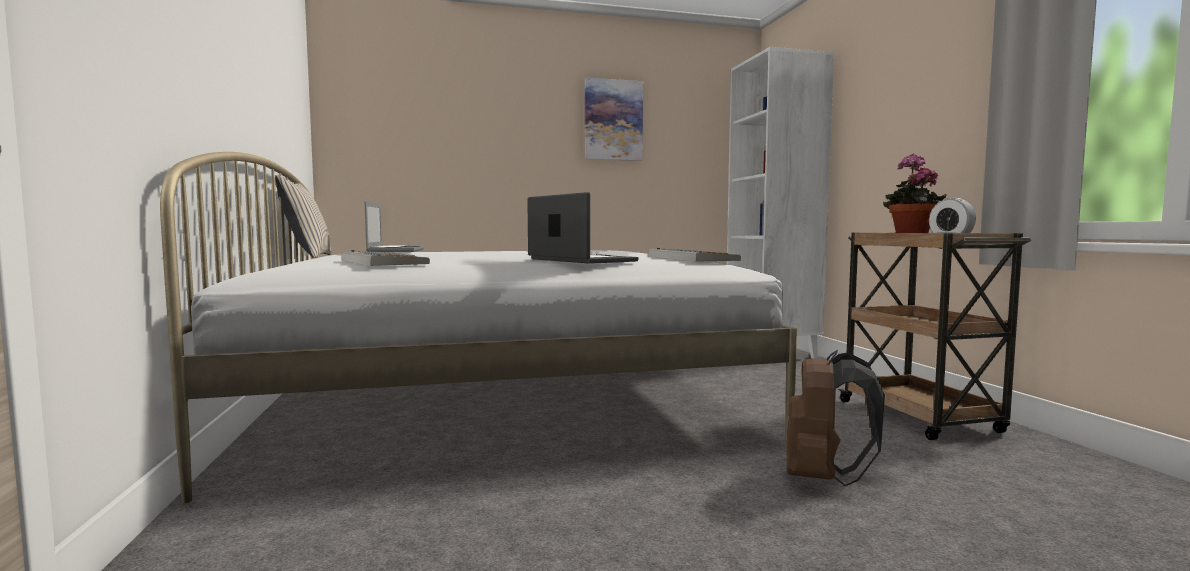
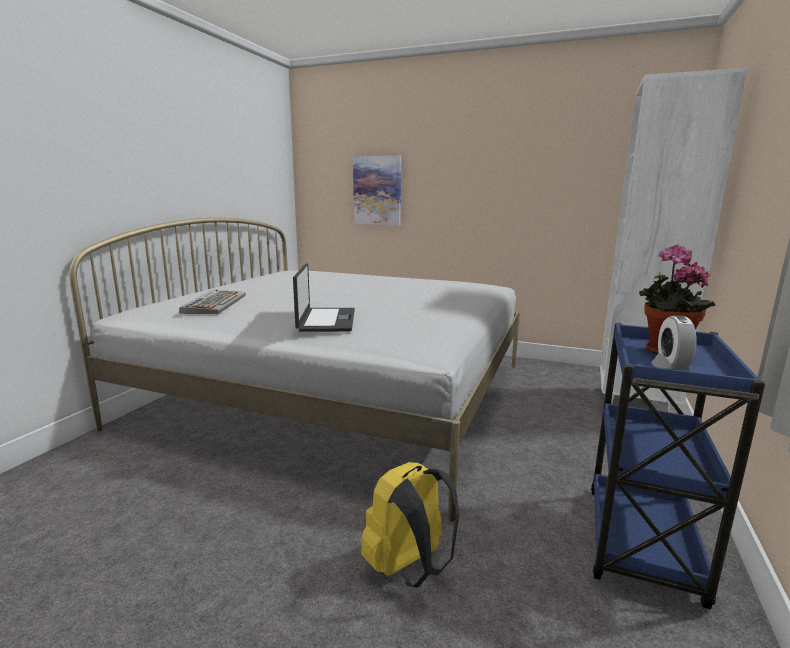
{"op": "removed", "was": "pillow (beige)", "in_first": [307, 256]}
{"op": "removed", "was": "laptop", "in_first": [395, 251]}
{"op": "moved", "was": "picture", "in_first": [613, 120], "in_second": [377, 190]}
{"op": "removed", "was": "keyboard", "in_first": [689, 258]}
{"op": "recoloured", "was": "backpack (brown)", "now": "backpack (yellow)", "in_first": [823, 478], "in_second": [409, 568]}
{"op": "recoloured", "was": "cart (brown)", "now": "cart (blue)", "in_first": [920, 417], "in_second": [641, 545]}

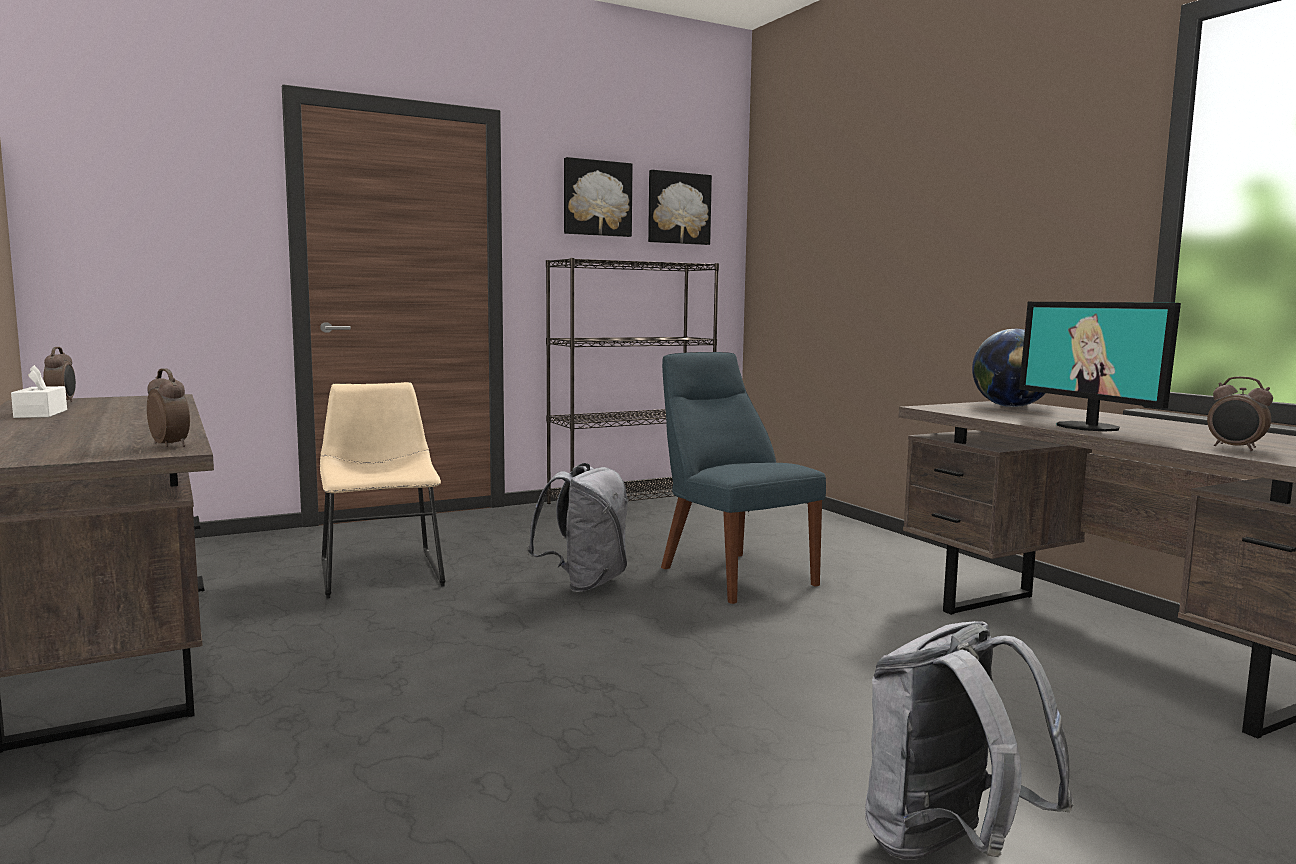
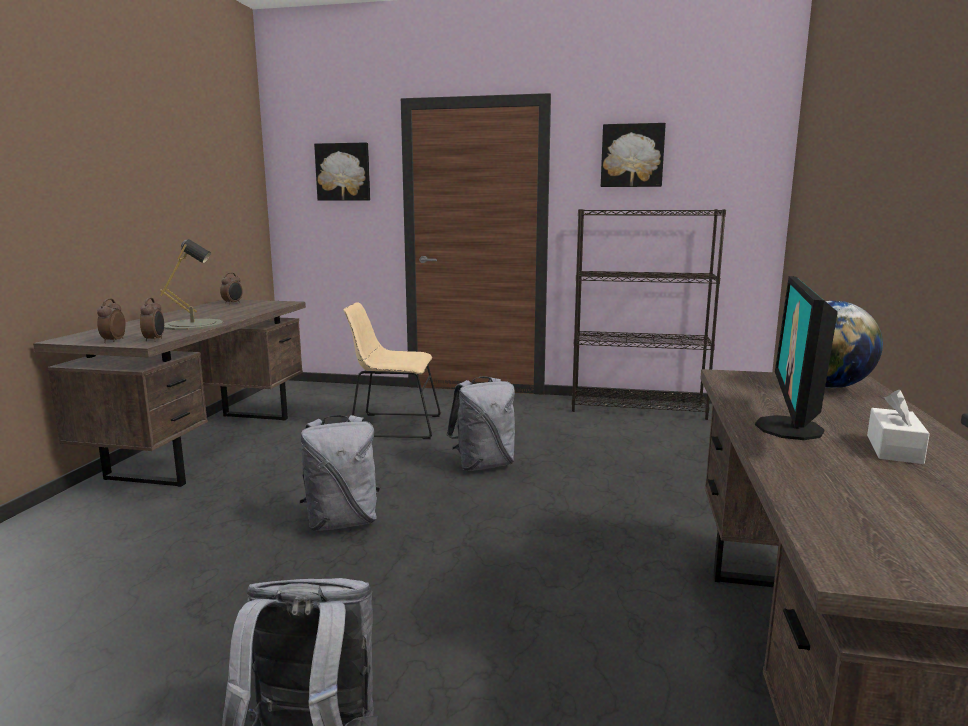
{"op": "moved", "was": "tissue box (white)", "in_first": [41, 414], "in_second": [894, 449]}
{"op": "turned", "was": "chair (beige)", "in_first": [381, 572], "in_second": [392, 426], "clockwise": -105}
{"op": "moved", "was": "picture", "in_first": [678, 208], "in_second": [343, 172]}
{"op": "removed", "was": "chair (blue)", "in_first": [732, 574]}
{"op": "moved", "was": "alarm clock", "in_first": [1235, 448], "in_second": [113, 341]}
{"op": "added", "now": "table lamp (grey)", "in_second": [193, 325]}
{"op": "added", "now": "backpack (grey)", "in_second": [342, 522]}

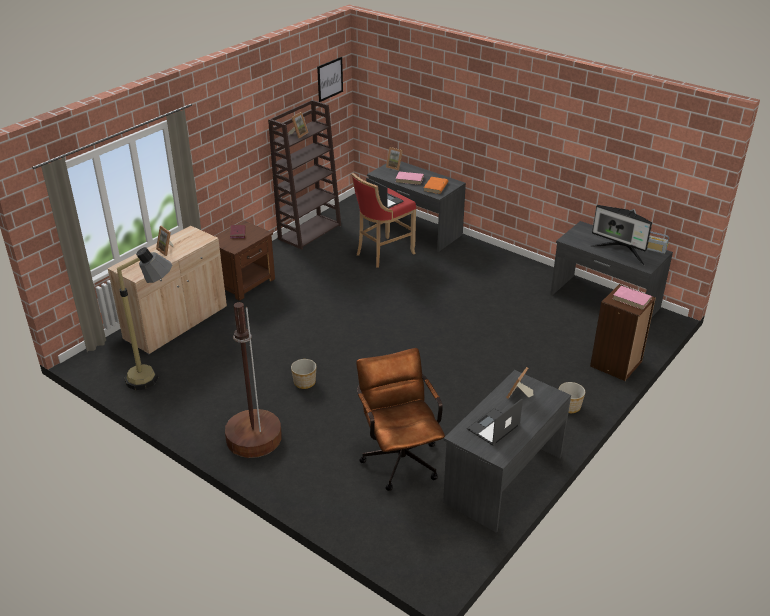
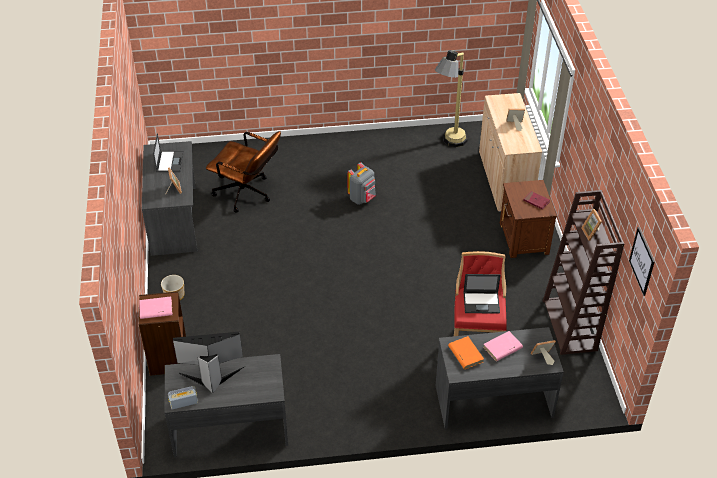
{"op": "removed", "was": "floor lamp (brown)", "in_first": [253, 438]}
{"op": "replaced", "was": "planter", "now": "backpack (grey)", "in_first": [304, 383], "in_second": [362, 198]}

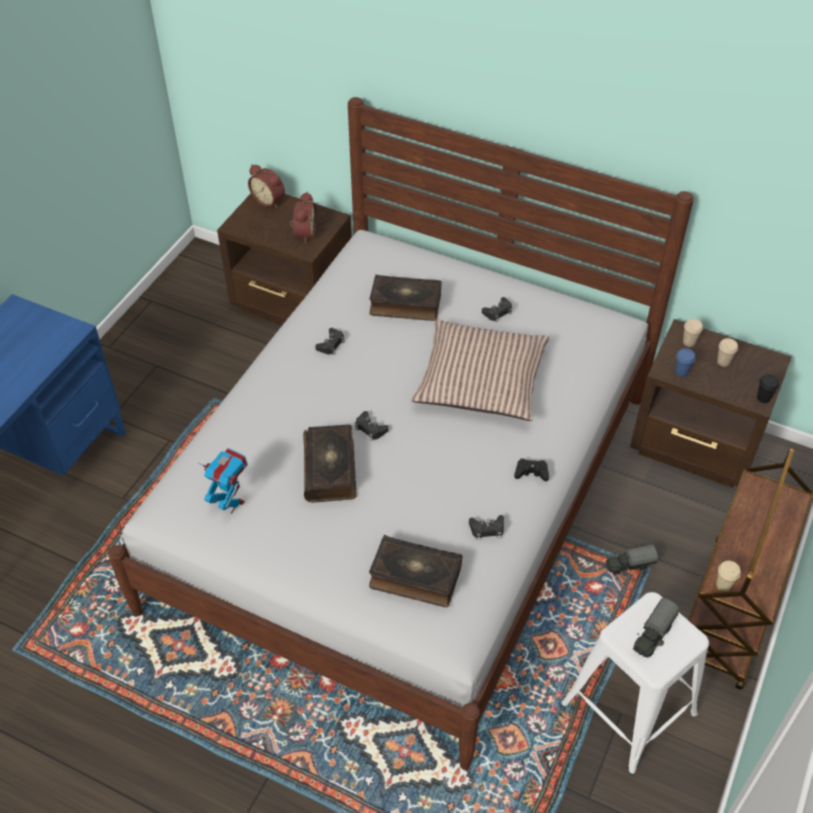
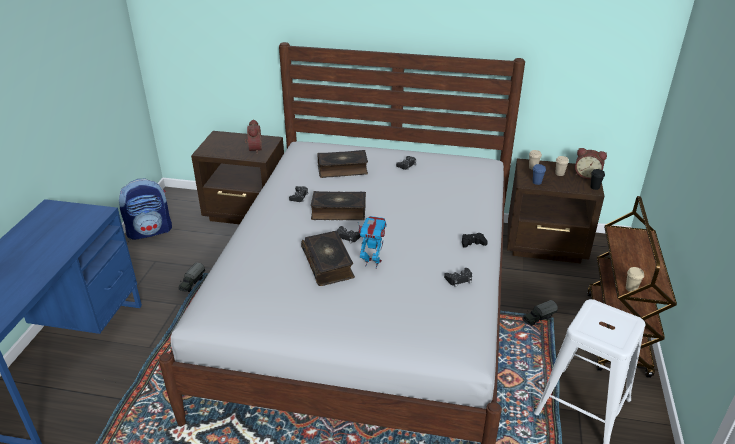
{"op": "moved", "was": "toy robot", "in_first": [230, 503], "in_second": [372, 263]}
{"op": "moved", "was": "alarm clock", "in_first": [269, 200], "in_second": [587, 175]}
{"op": "moved", "was": "book", "in_first": [415, 577], "in_second": [338, 211]}
{"op": "removed", "was": "pillow", "in_first": [480, 381]}
{"op": "moved", "was": "toy truck", "in_first": [653, 635], "in_second": [192, 283]}
{"op": "added", "now": "backpack", "in_second": [150, 231]}

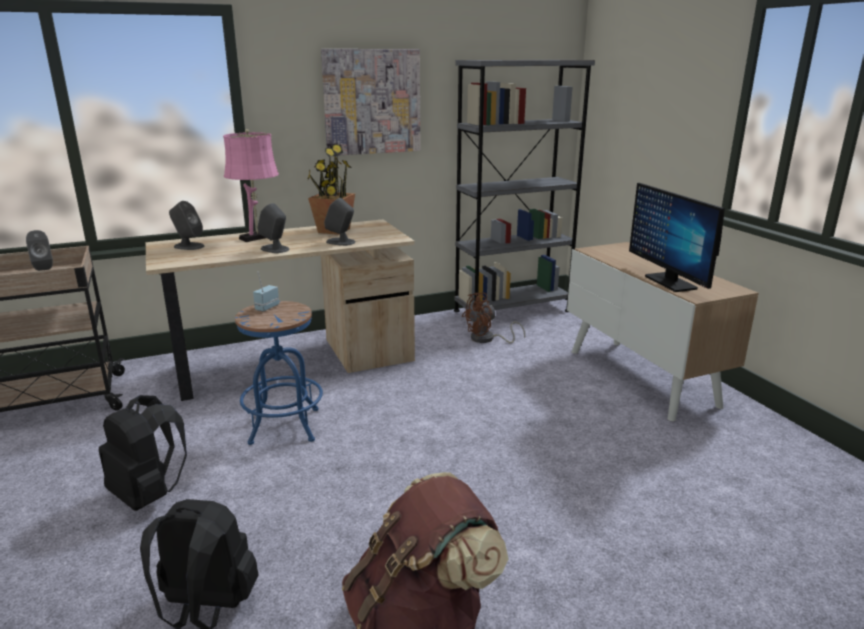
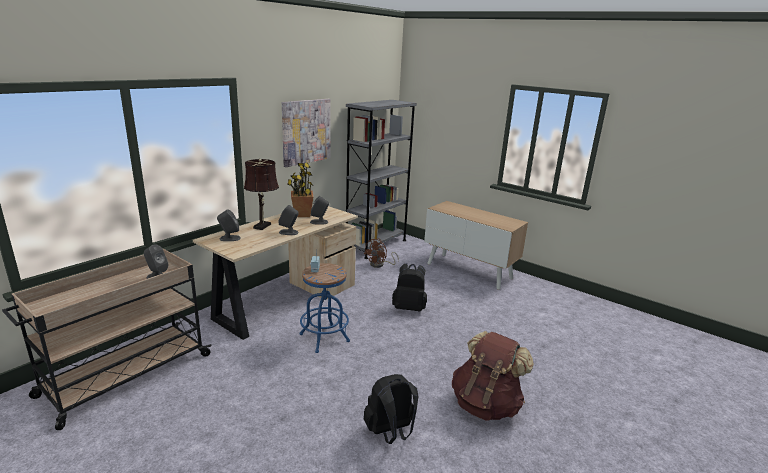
{"op": "moved", "was": "backpack (black)", "in_first": [149, 495], "in_second": [409, 308]}
{"op": "recoloured", "was": "table lamp (pink)", "now": "table lamp (brown)", "in_first": [257, 237], "in_second": [263, 225]}
{"op": "removed", "was": "monitor", "in_first": [670, 282]}

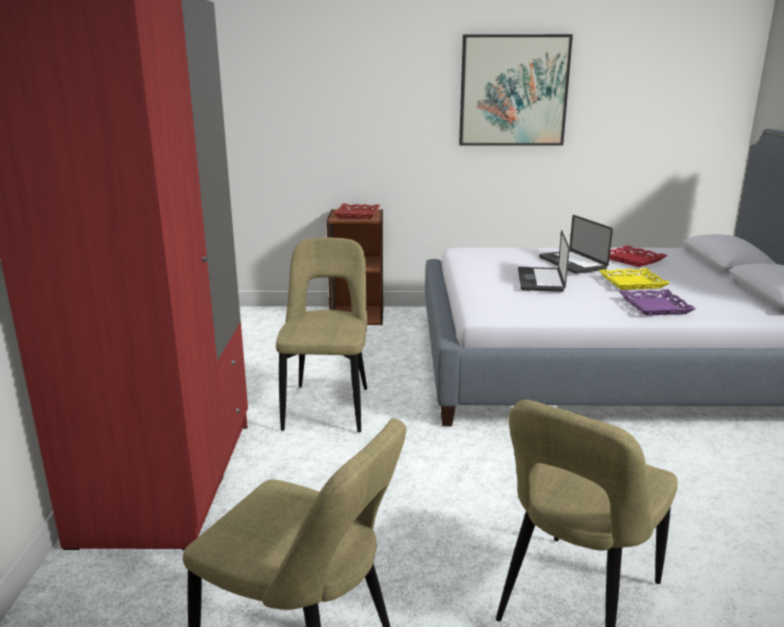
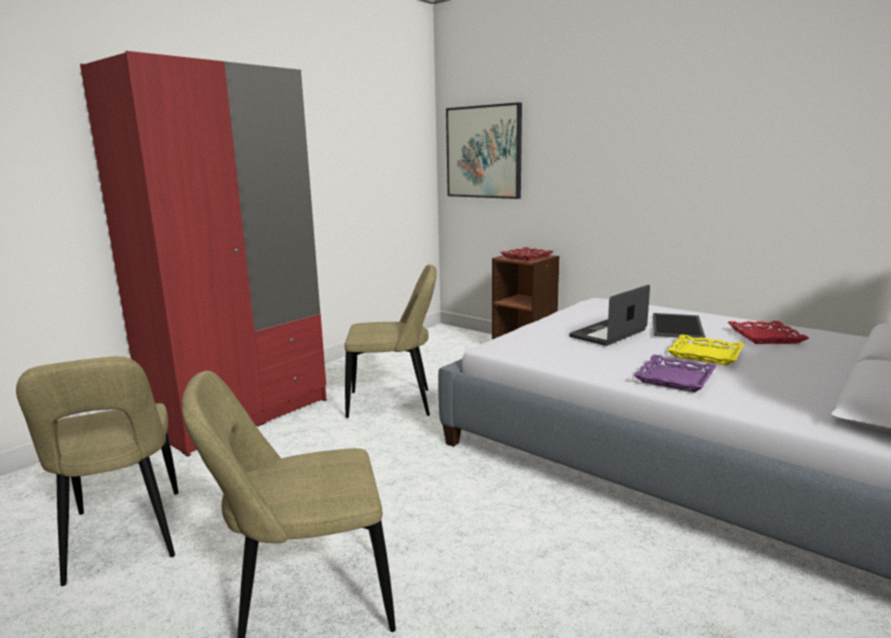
{"op": "turned", "was": "chair (beige)", "in_first": [328, 406], "in_second": [394, 404], "clockwise": 45}
{"op": "moved", "was": "picture", "in_first": [513, 91], "in_second": [483, 152]}
{"op": "replaced", "was": "laptop", "now": "tray", "in_first": [572, 263], "in_second": [678, 326]}

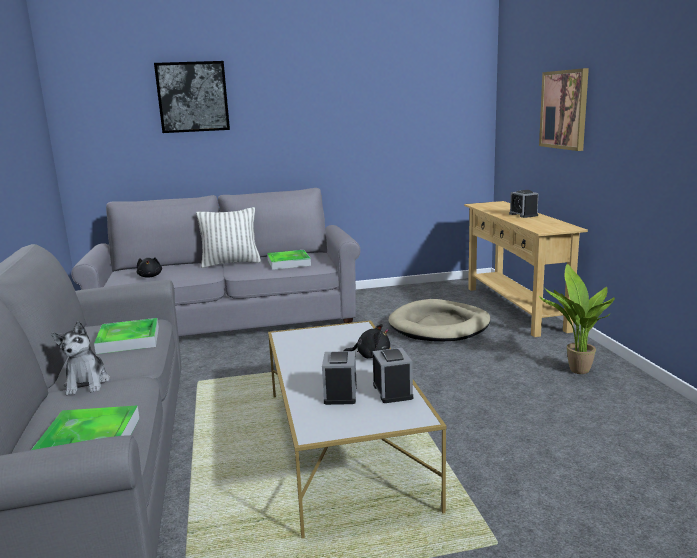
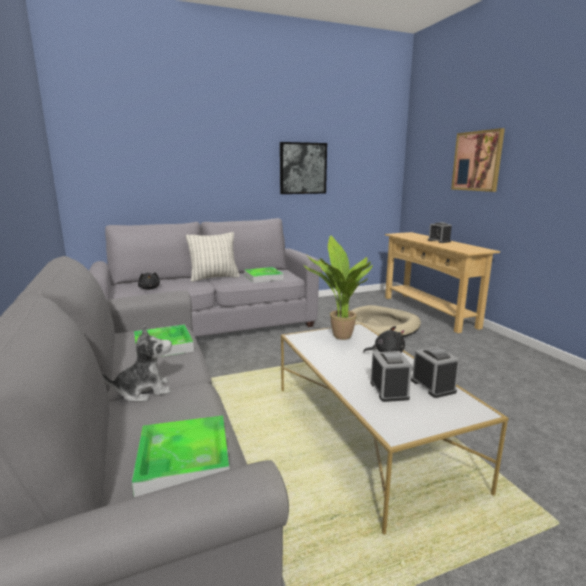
{"op": "turned", "was": "plush toy", "in_first": [87, 383], "in_second": [144, 391], "clockwise": -90}
{"op": "moved", "was": "picture", "in_first": [193, 97], "in_second": [302, 168]}
{"op": "moved", "was": "potted plant", "in_first": [575, 371], "in_second": [339, 337]}

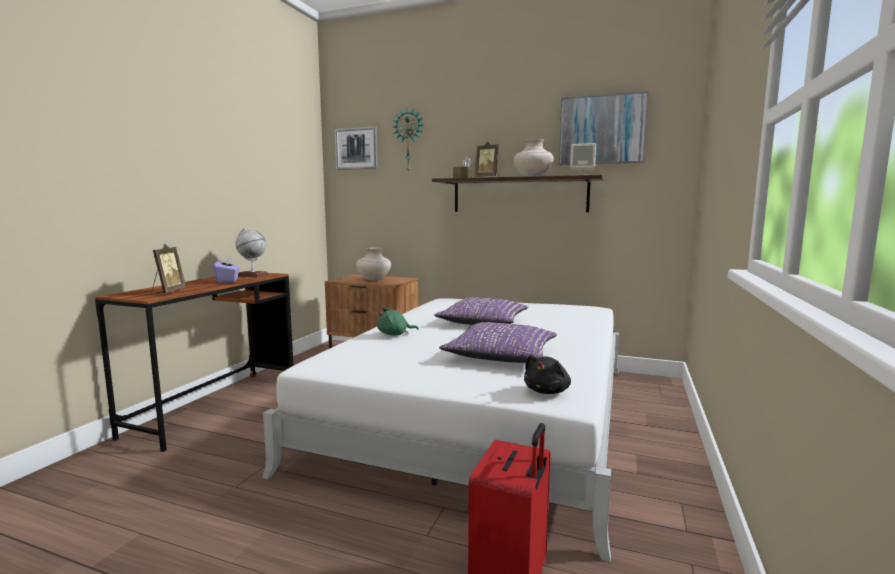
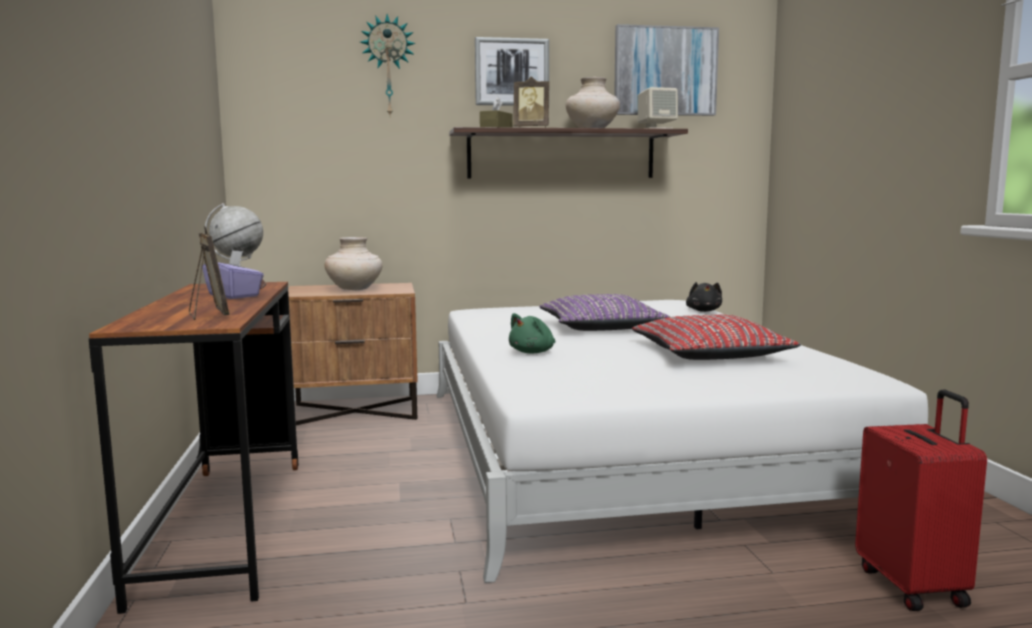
{"op": "moved", "was": "picture", "in_first": [356, 148], "in_second": [511, 72]}
{"op": "recoloured", "was": "pillow (purple)", "now": "pillow (red)", "in_first": [501, 355], "in_second": [709, 354]}
{"op": "moved", "was": "plush toy (black)", "in_first": [547, 391], "in_second": [704, 311]}

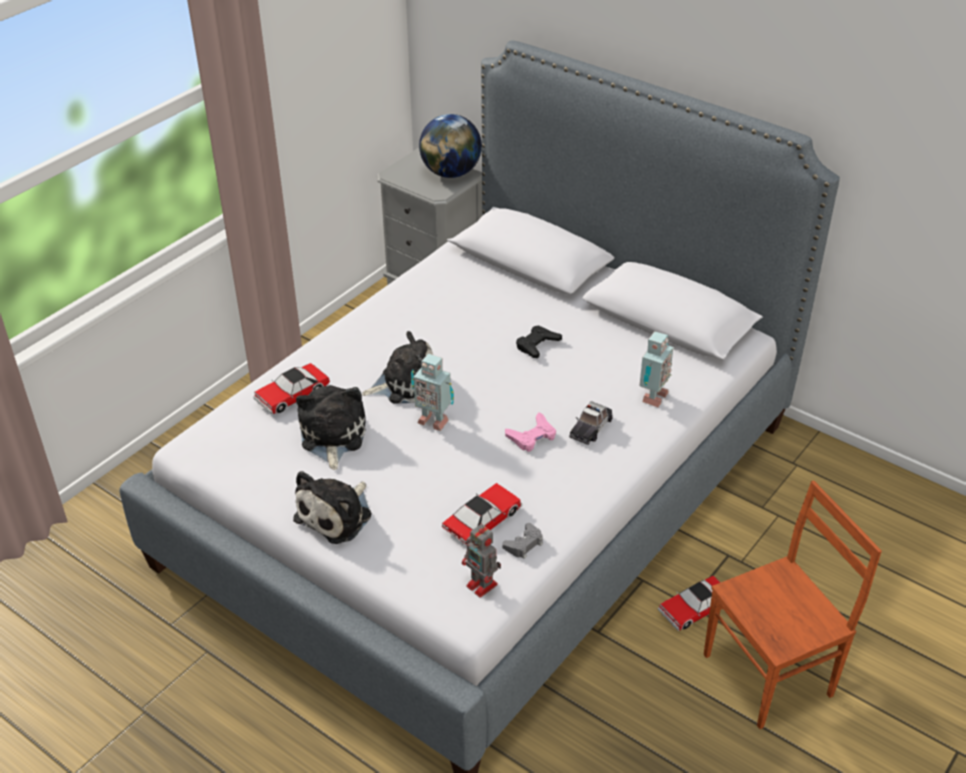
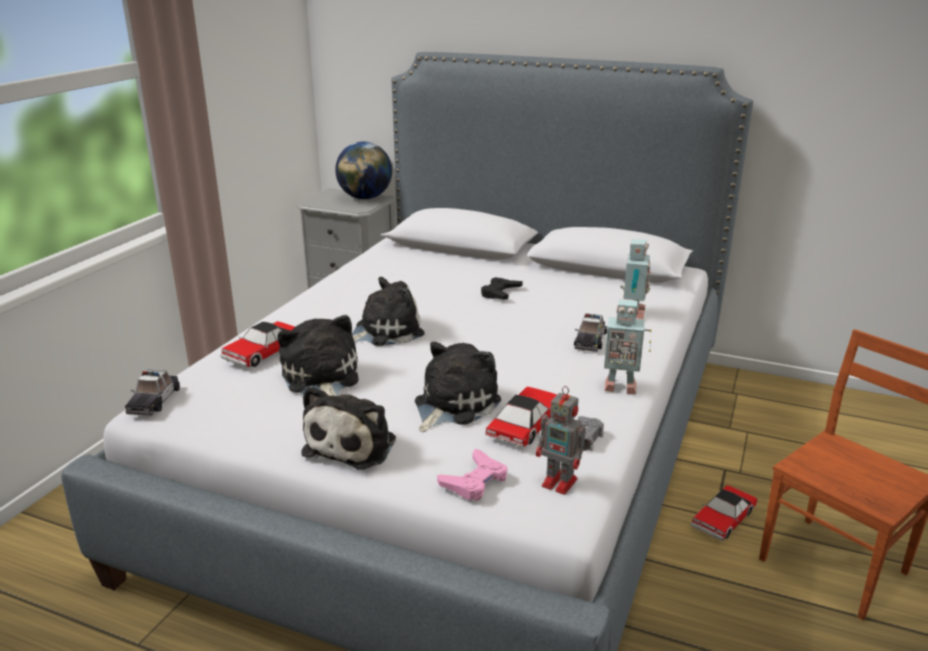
{"op": "moved", "was": "toy robot", "in_first": [433, 420], "in_second": [619, 386]}
{"op": "moved", "was": "game controller (pink)", "in_first": [532, 436], "in_second": [475, 481]}
{"op": "added", "now": "toy car", "in_second": [154, 400]}
{"op": "added", "now": "plush toy", "in_second": [453, 404]}

